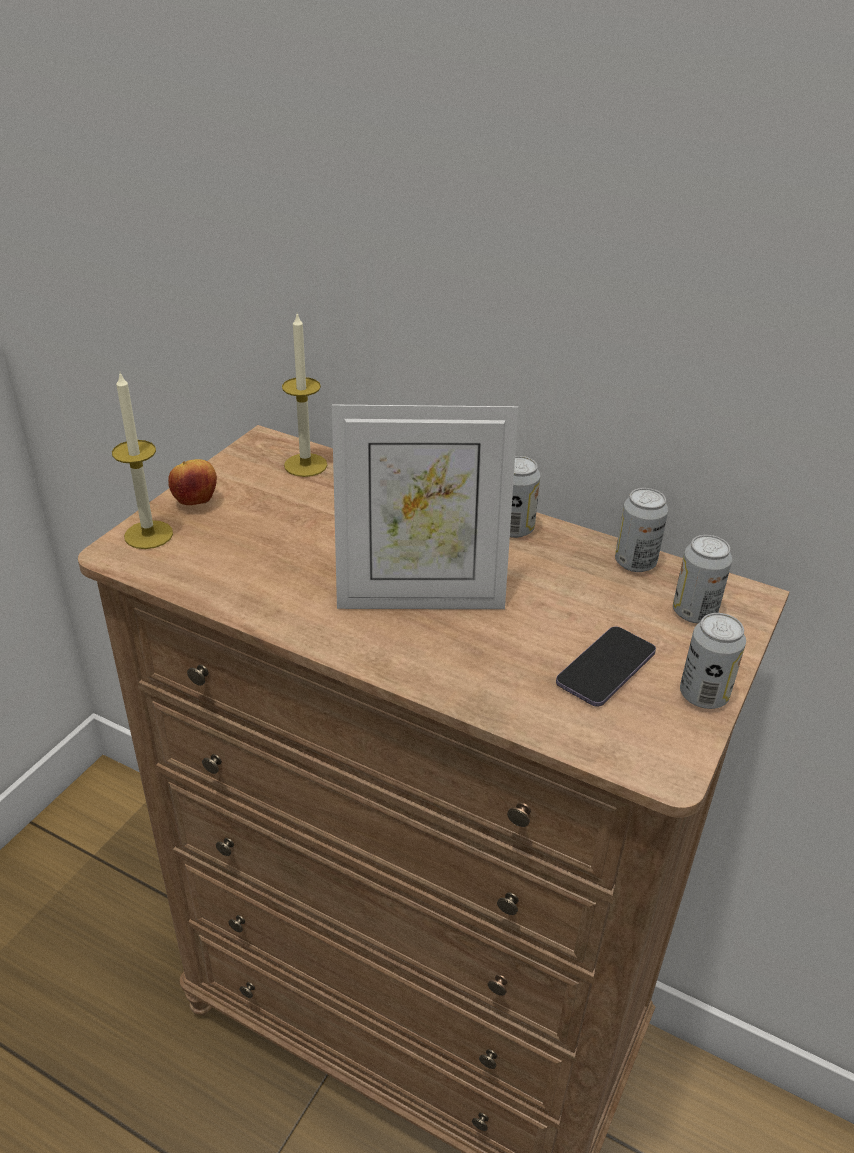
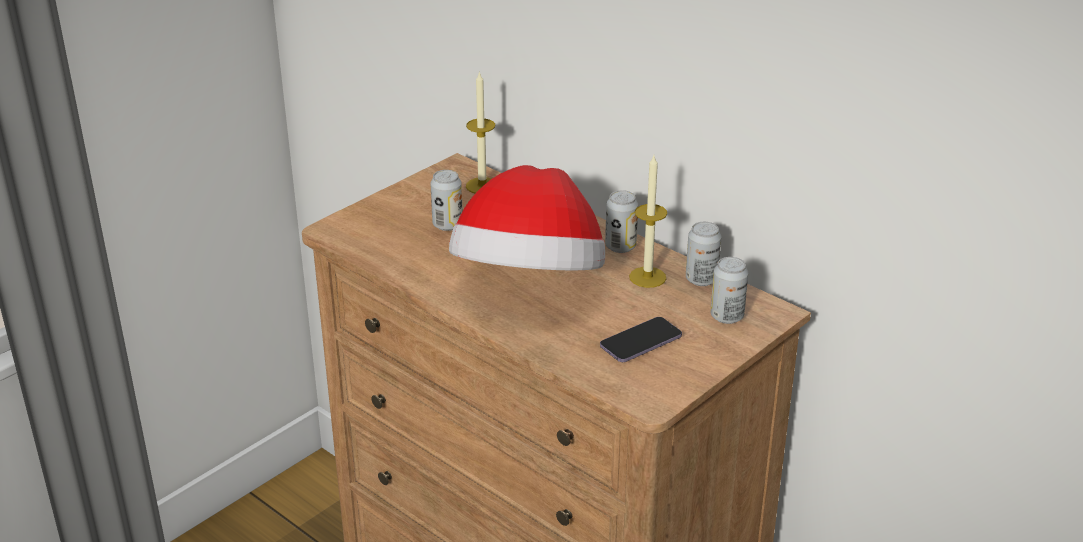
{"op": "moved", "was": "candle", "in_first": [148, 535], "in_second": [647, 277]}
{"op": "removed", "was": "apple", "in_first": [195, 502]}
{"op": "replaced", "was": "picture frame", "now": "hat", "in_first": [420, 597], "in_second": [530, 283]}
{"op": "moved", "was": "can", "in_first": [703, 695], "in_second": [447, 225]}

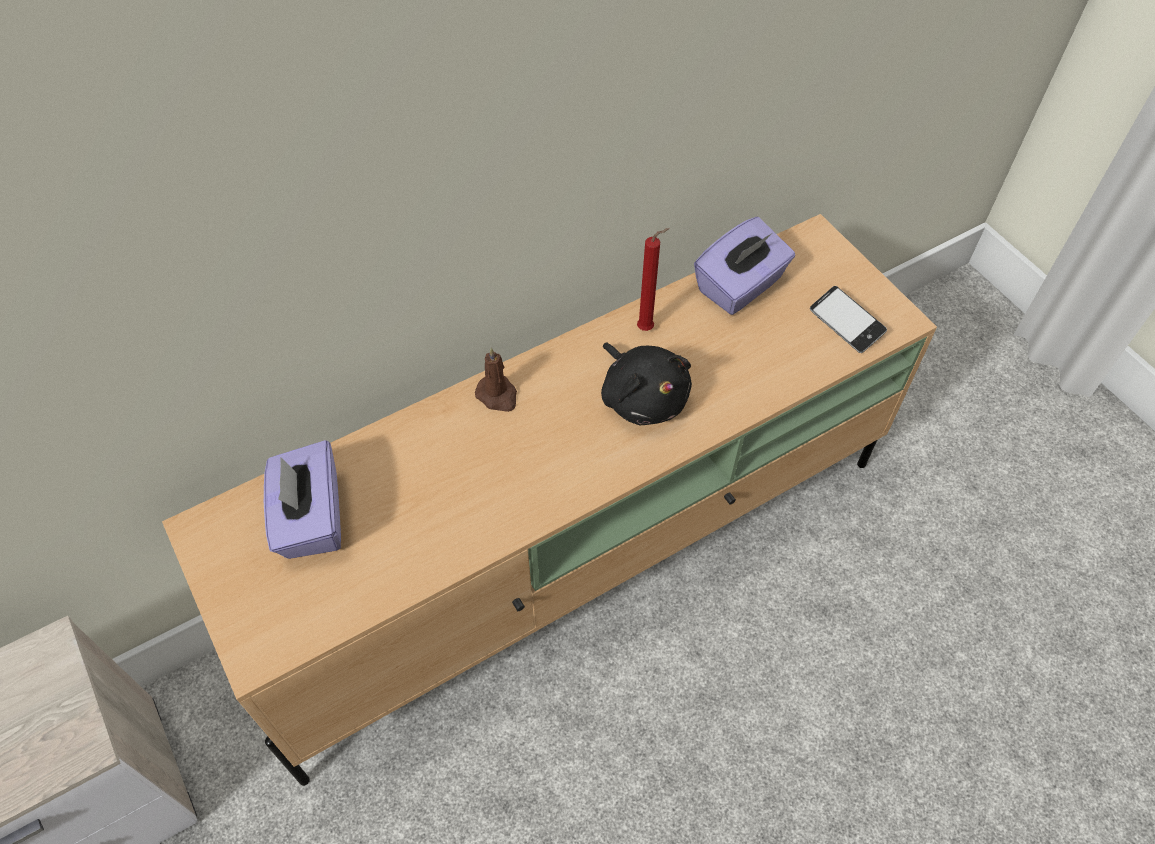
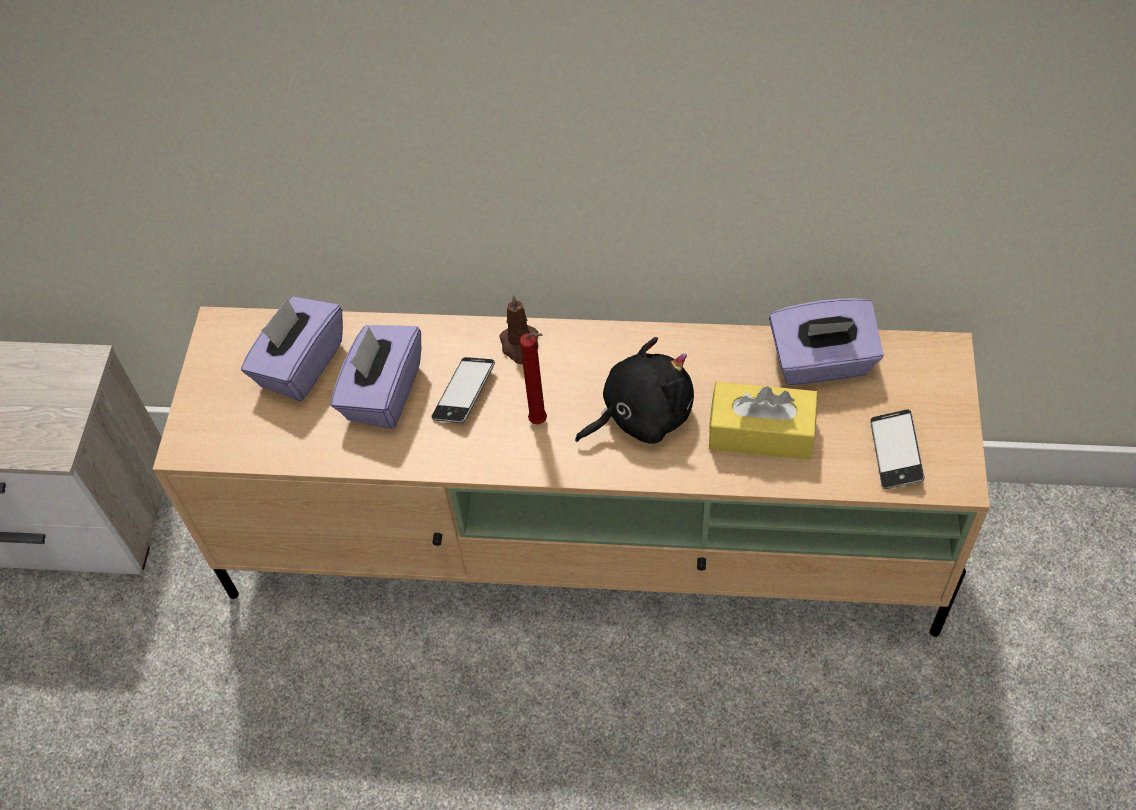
{"op": "turned", "was": "plush toy (black)", "in_first": [642, 397], "in_second": [641, 415], "clockwise": -120}
{"op": "moved", "was": "candle (red)", "in_first": [648, 328], "in_second": [540, 422]}
{"op": "added", "now": "tissue box (purple)", "in_second": [383, 393]}
{"op": "added", "now": "phone", "in_second": [464, 394]}
{"op": "added", "now": "tissue box (yellow)", "in_second": [761, 432]}

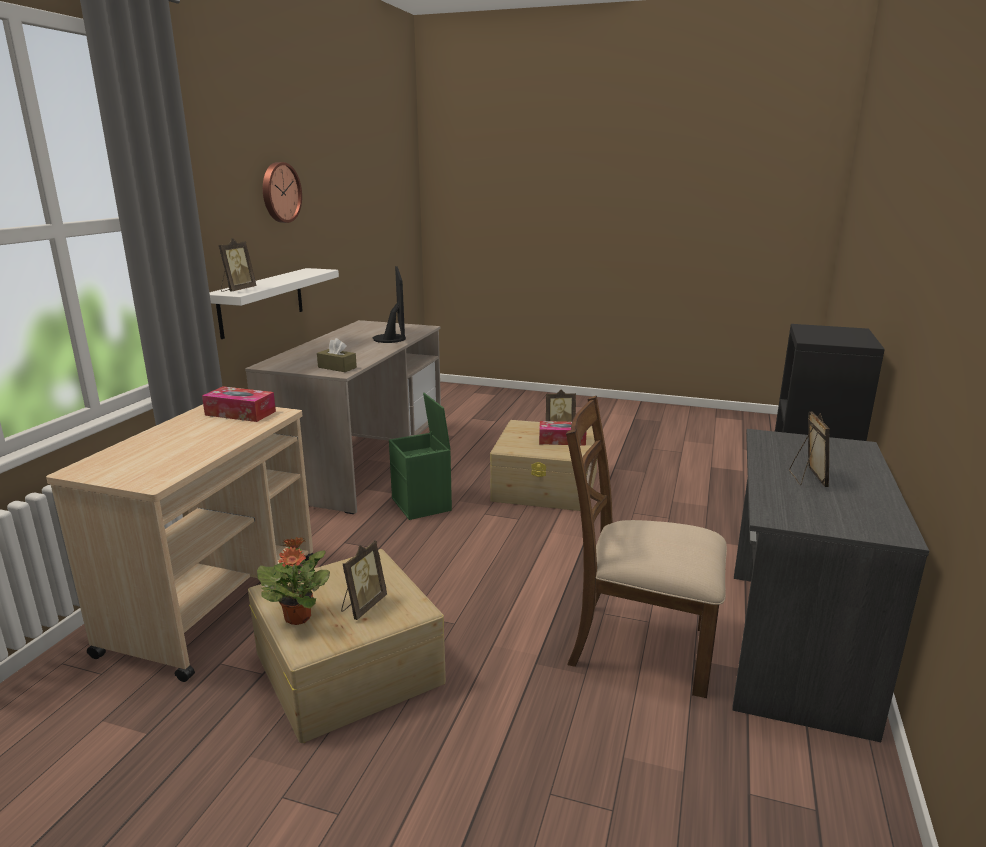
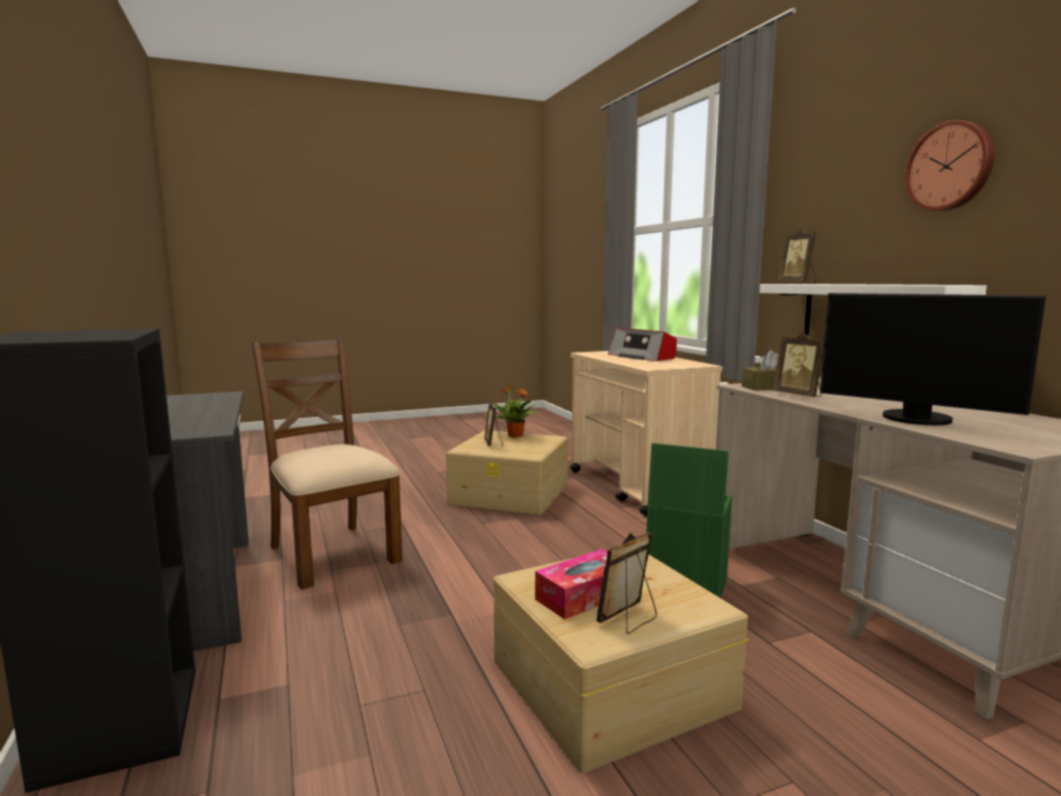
{"op": "removed", "was": "tissue box", "in_first": [240, 413]}
{"op": "turned", "was": "chair (brown)", "in_first": [639, 645], "in_second": [332, 553], "clockwise": -105}
{"op": "moved", "was": "picture frame", "in_first": [807, 478], "in_second": [799, 395]}
{"op": "added", "now": "radio", "in_second": [642, 357]}

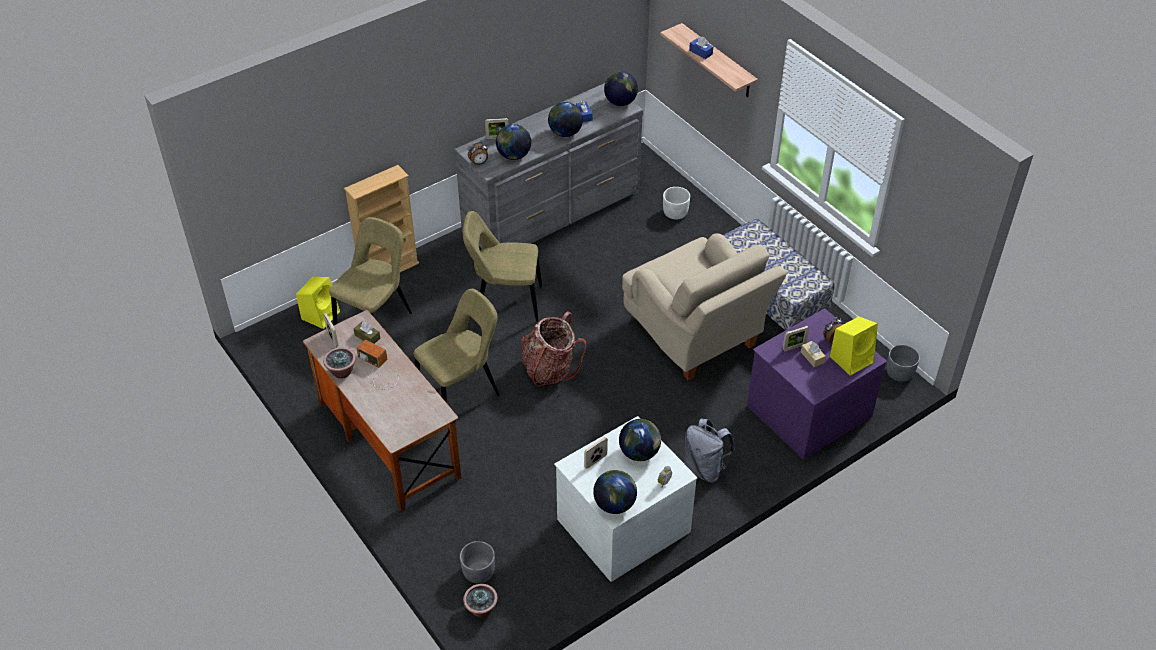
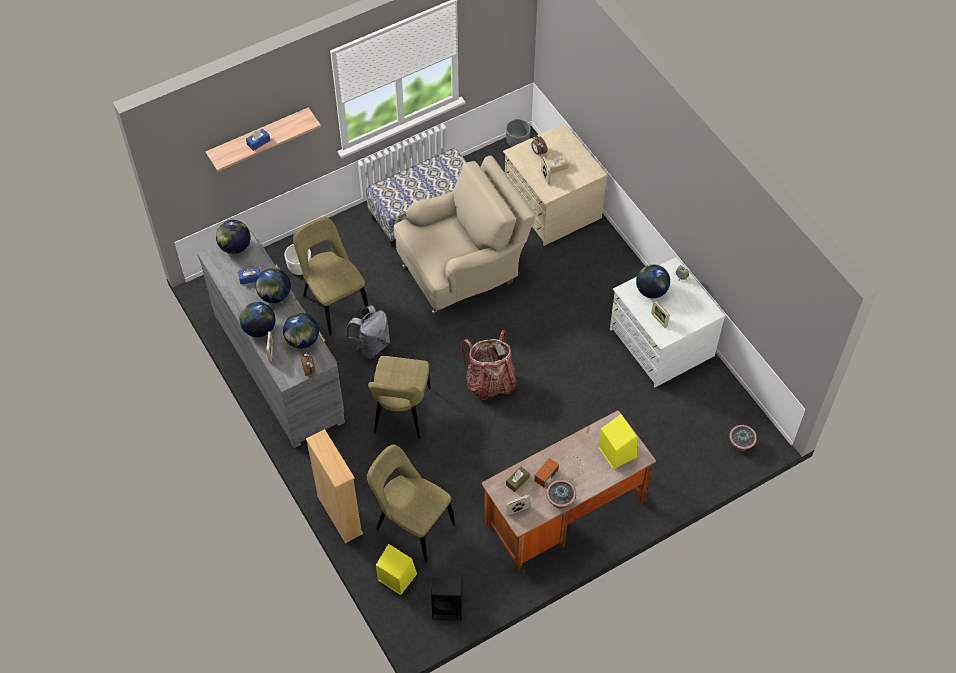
{"op": "moved", "was": "chair (beige)", "in_first": [461, 392], "in_second": [334, 303]}
{"op": "removed", "was": "planter (grey)", "in_first": [478, 572]}
{"op": "moved", "was": "globe", "in_first": [615, 504], "in_second": [259, 329]}
{"op": "moved", "was": "backpack (grey)", "in_first": [705, 468], "in_second": [371, 345]}
{"op": "recoloured", "was": "dresser (purple)", "now": "dresser (beige)", "in_first": [807, 410], "in_second": [551, 206]}
{"op": "moved", "was": "speaker (yellow)", "in_first": [852, 359], "in_second": [616, 451]}
{"op": "added", "now": "speaker (black)", "in_second": [448, 606]}

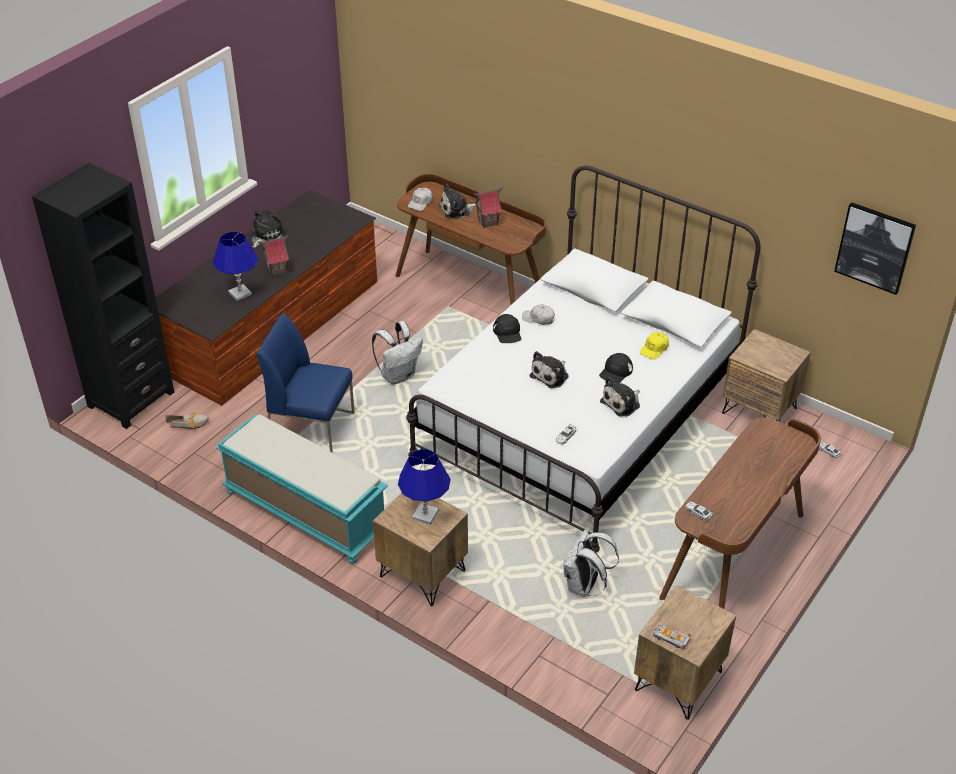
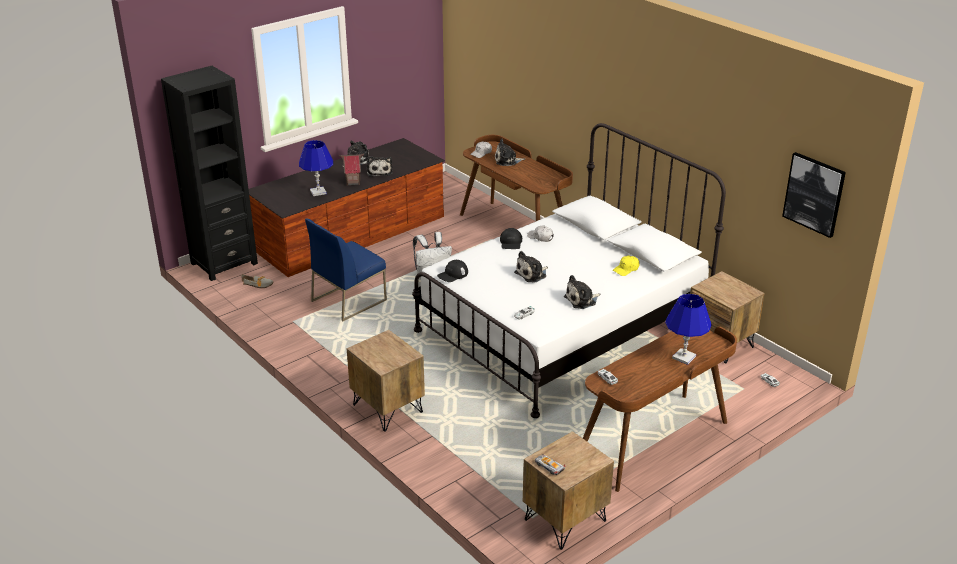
{"op": "removed", "was": "bench (turquoise)", "in_first": [304, 511]}
{"op": "turned", "was": "chair (blue)", "in_first": [312, 427], "in_second": [349, 300], "clockwise": -75}
{"op": "moved", "was": "table lamp (blue)", "in_first": [425, 514], "in_second": [684, 357]}
{"op": "removed", "was": "toy house", "in_first": [488, 222]}
{"op": "removed", "was": "backpack (white)", "in_first": [584, 586]}
{"op": "moved", "was": "cap (black)", "in_first": [616, 371], "in_second": [452, 274]}
{"op": "added", "now": "plush toy", "in_second": [379, 171]}

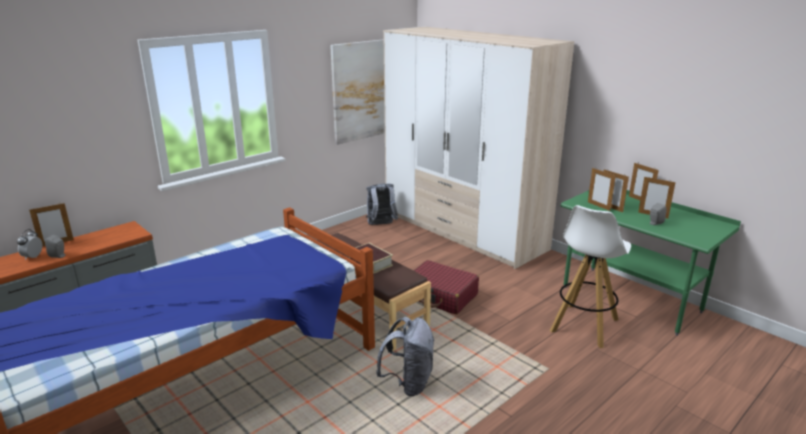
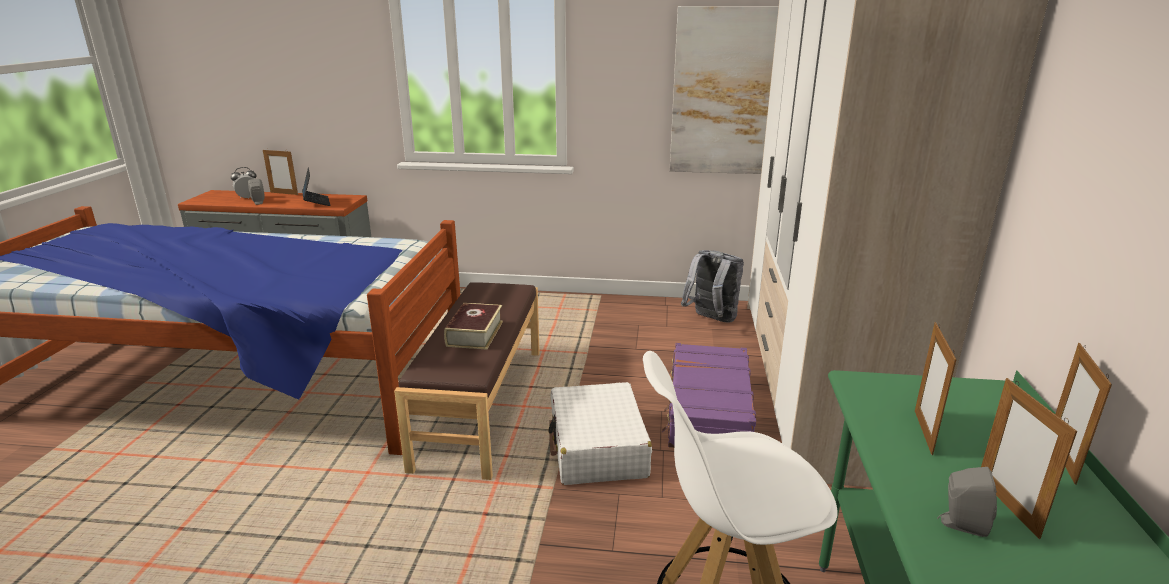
{"op": "removed", "was": "backpack (grey)", "in_first": [408, 383]}
{"op": "recoloured", "was": "suitcase (red)", "now": "suitcase (white)", "in_first": [441, 296], "in_second": [597, 447]}
{"op": "removed", "was": "picture frame", "in_first": [598, 206]}
{"op": "added", "now": "laptop", "in_second": [316, 202]}
{"op": "added", "now": "suitcase (purple)", "in_second": [707, 410]}

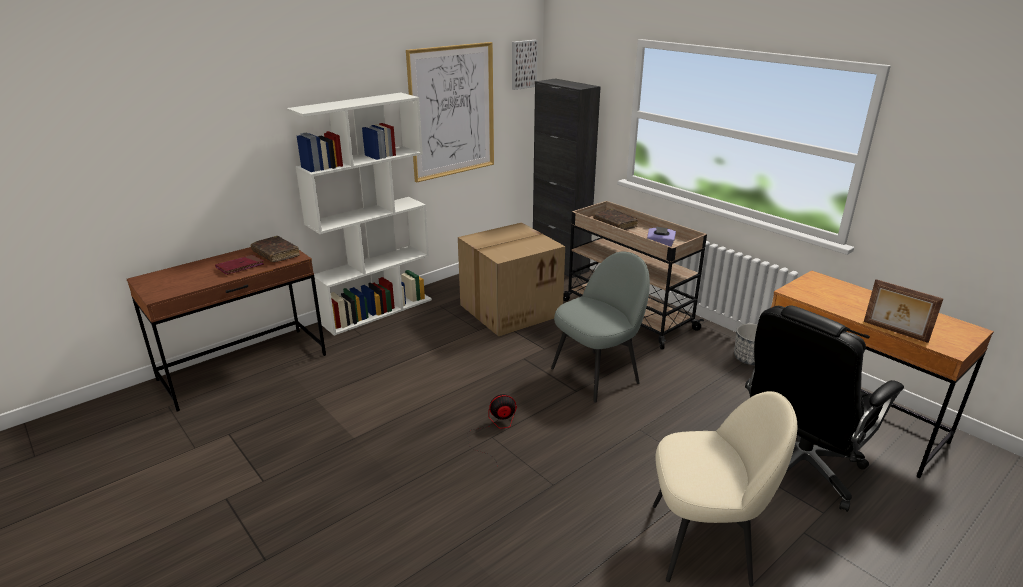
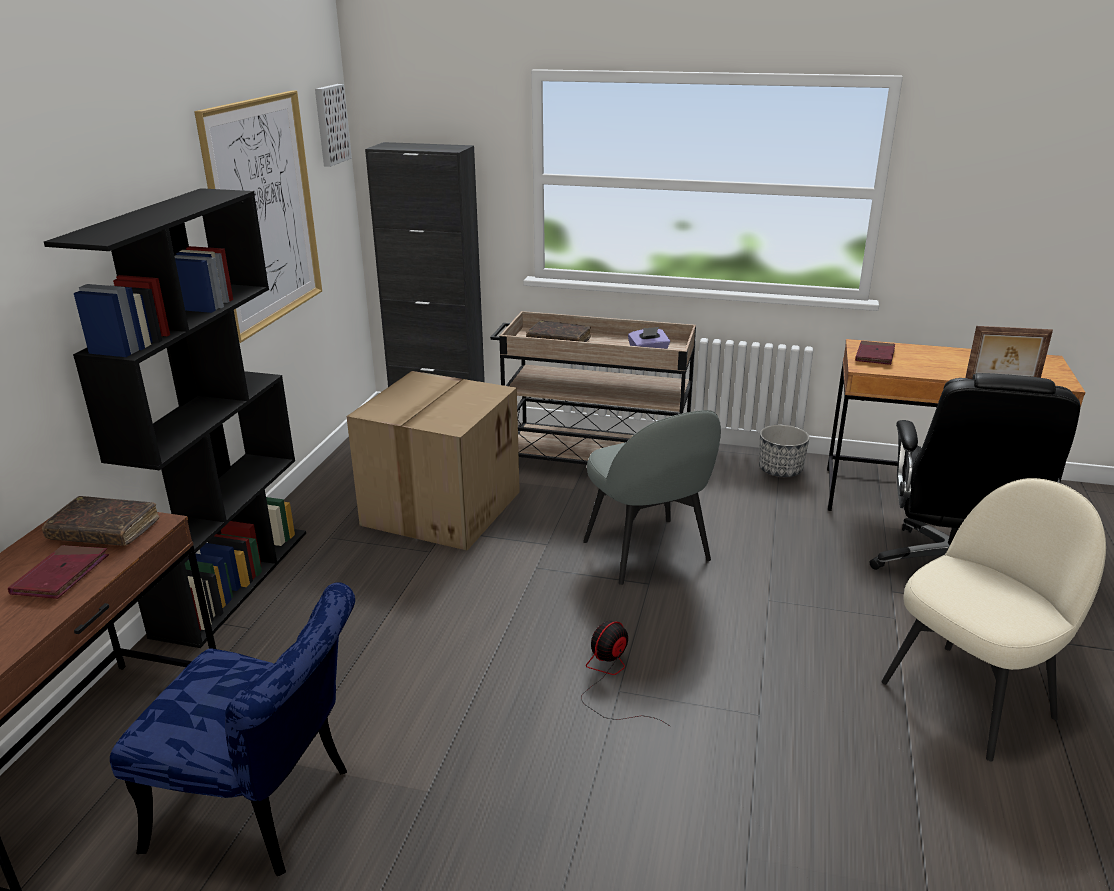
{"op": "recoloured", "was": "bookcase (white)", "now": "bookcase (black)", "in_first": [377, 311], "in_second": [233, 580]}
{"op": "turned", "was": "chair (grey)", "in_first": [596, 374], "in_second": [647, 553], "clockwise": 135}
{"op": "added", "now": "chair (blue)", "in_second": [266, 810]}
{"op": "added", "now": "book (red)", "in_second": [874, 356]}

